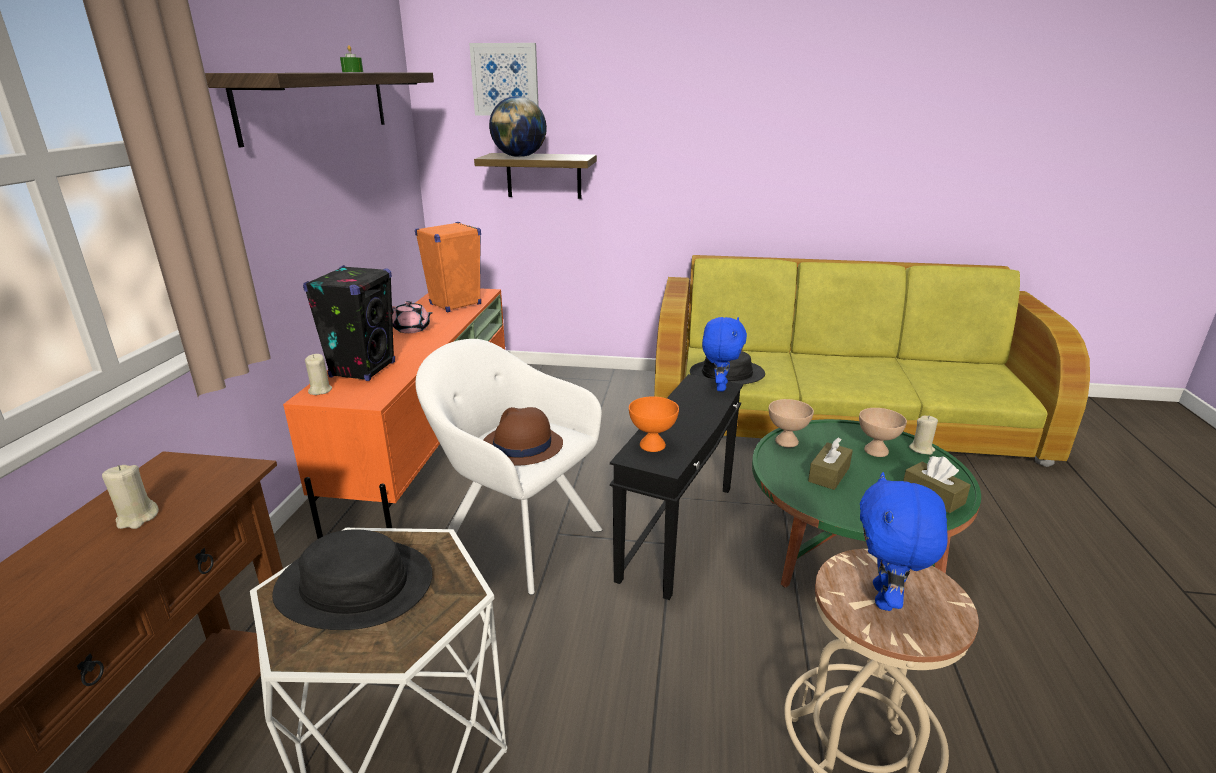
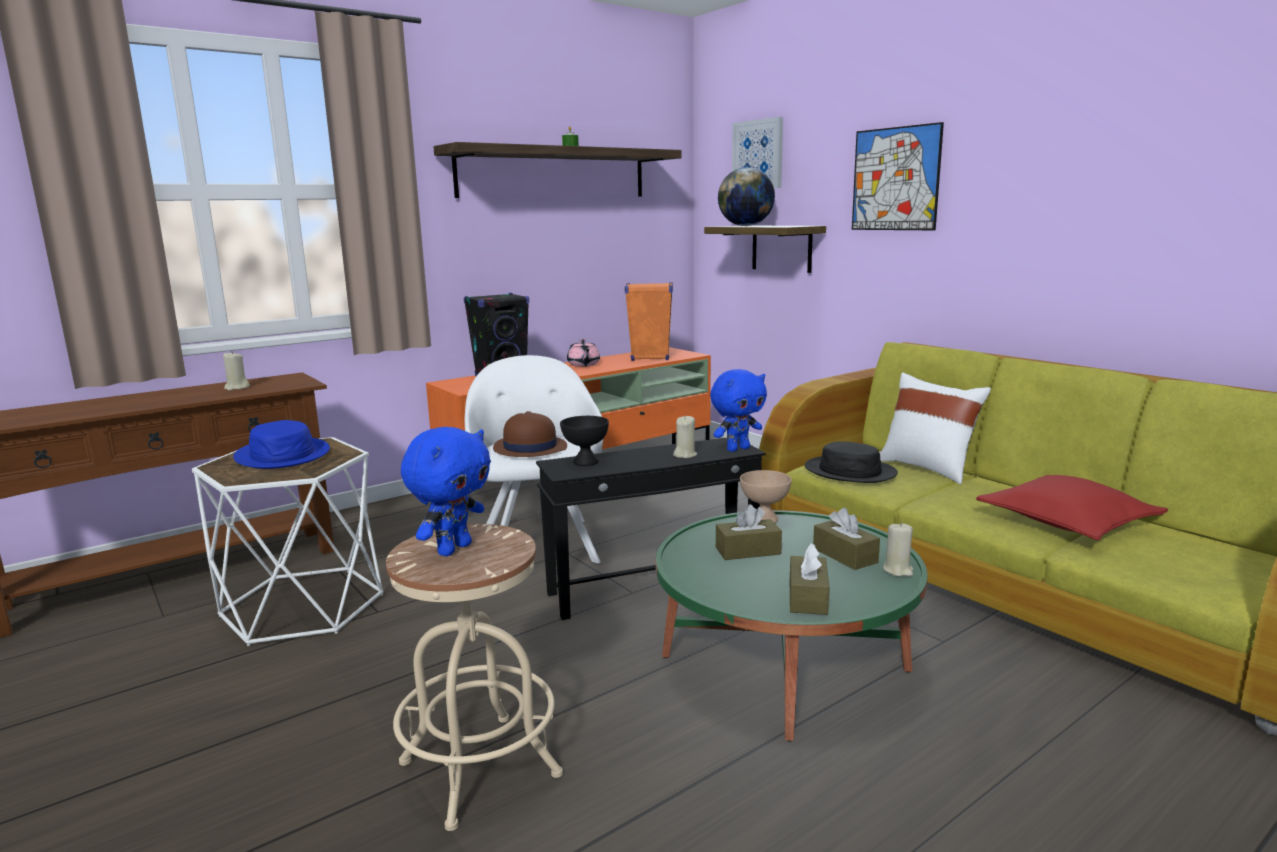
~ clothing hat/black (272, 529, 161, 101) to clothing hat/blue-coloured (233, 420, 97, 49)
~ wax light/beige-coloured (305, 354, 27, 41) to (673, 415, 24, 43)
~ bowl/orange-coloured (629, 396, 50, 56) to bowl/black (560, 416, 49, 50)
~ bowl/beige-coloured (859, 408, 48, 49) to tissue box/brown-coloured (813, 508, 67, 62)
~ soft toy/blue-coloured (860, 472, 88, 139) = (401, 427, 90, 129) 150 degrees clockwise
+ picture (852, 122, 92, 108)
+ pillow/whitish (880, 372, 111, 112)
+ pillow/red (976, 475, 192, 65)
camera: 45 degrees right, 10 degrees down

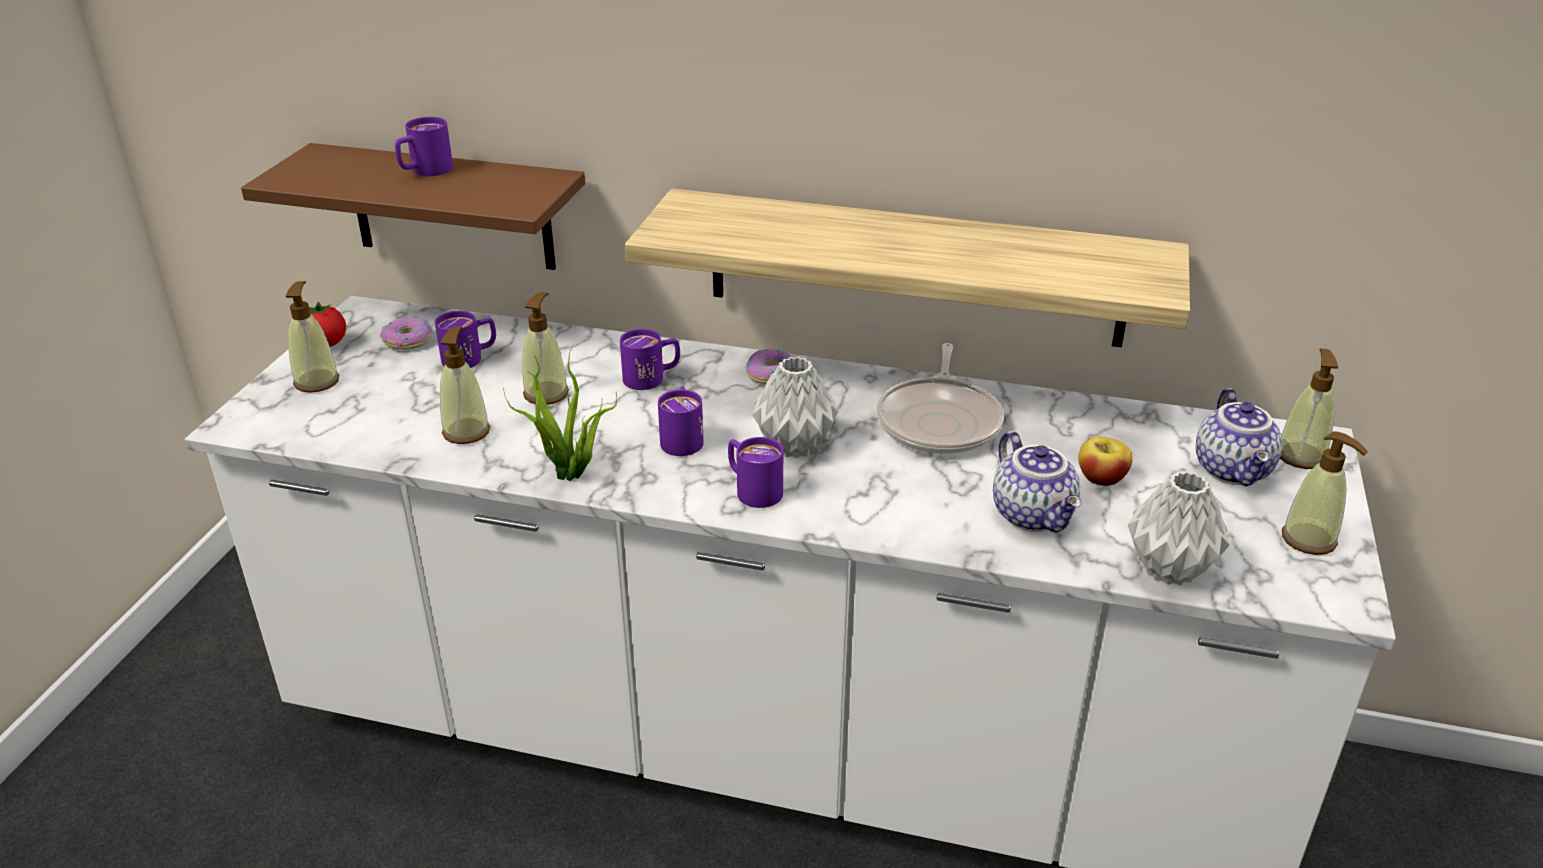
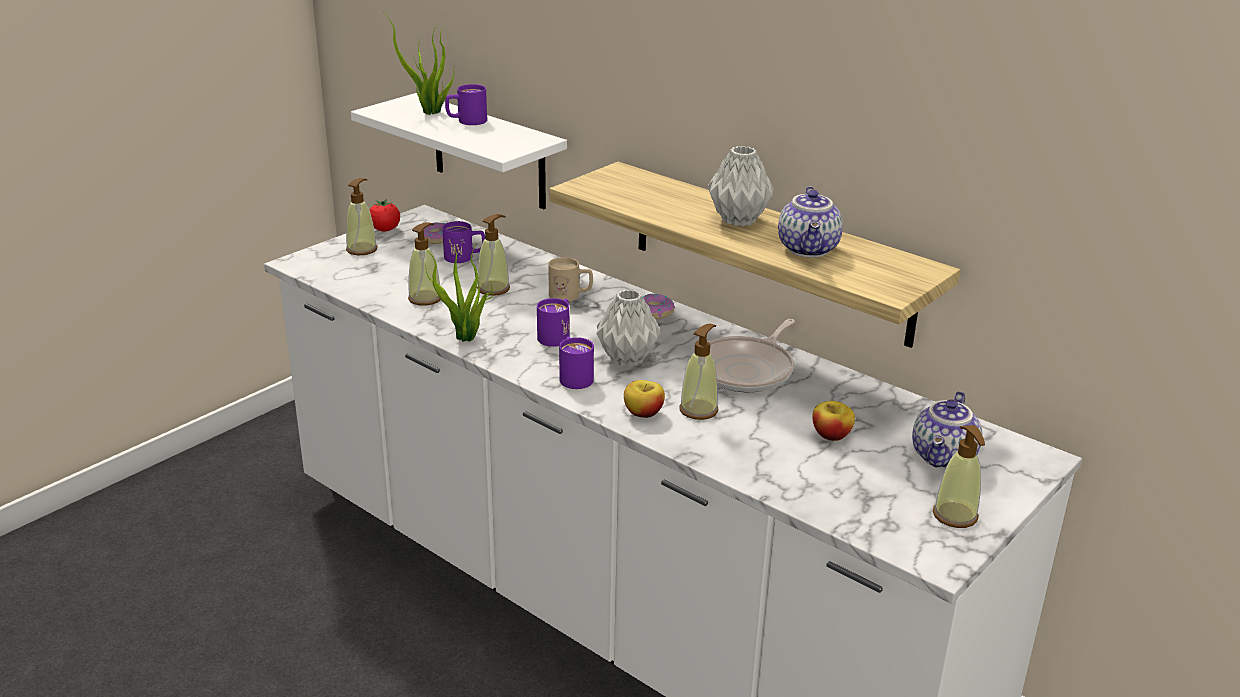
~ bracket shelf/brown-coloured (241, 143, 344, 127) to bracket shelf/whitish (351, 93, 216, 116)
~ mug/purple (620, 329, 60, 61) to mug/beige-coloured (548, 257, 45, 45)
~ tea pot (993, 431, 88, 101) to (778, 186, 65, 71)
~ vase/grey (1128, 471, 101, 114) to (708, 146, 66, 80)
~ soap bottle (1280, 348, 58, 121) to (679, 324, 39, 96)
+ plant in a pot (386, 15, 69, 100)
+ whole apple (624, 380, 41, 38)
camera: 25 degrees right, 5 degrees down

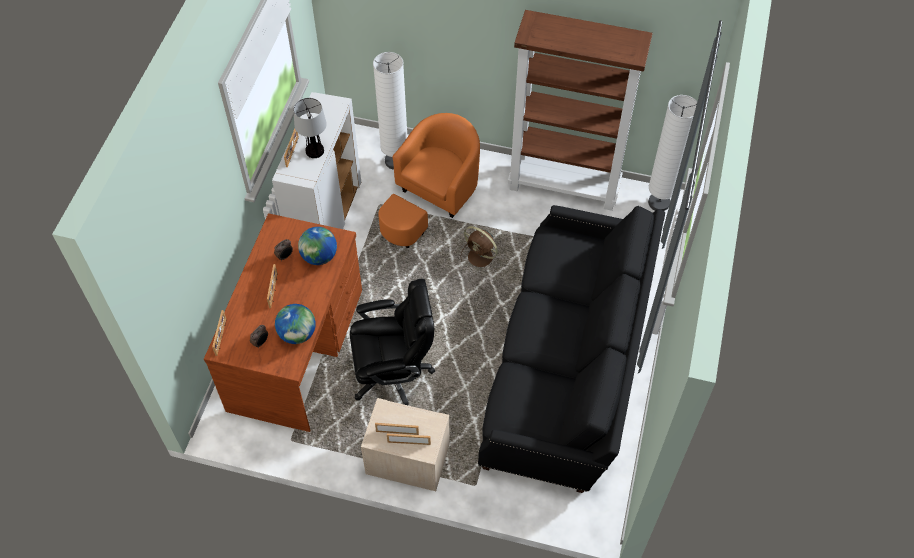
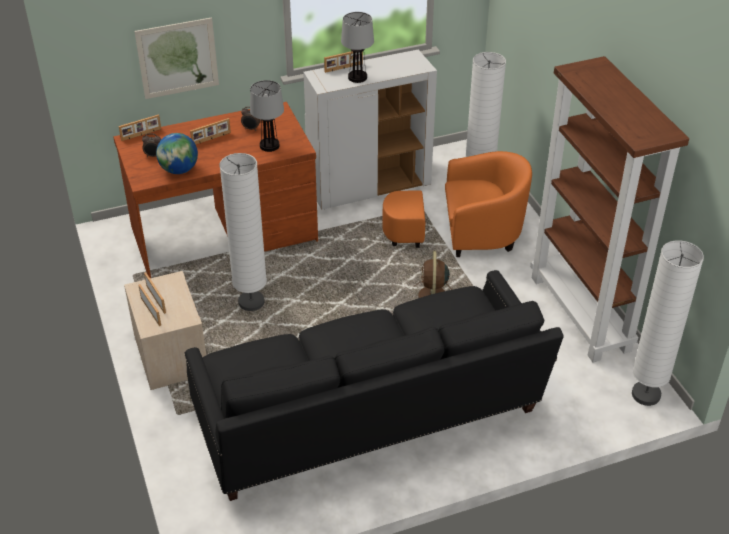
~ desk globe (298, 227, 39, 38) to tabletop lamp (250, 80, 34, 72)
~ computer chair/black (350, 279, 85, 126) to floor lamp/whitish (219, 153, 48, 158)
+ picture (135, 17, 84, 82)
camera: 55 degrees right, 15 degrees down

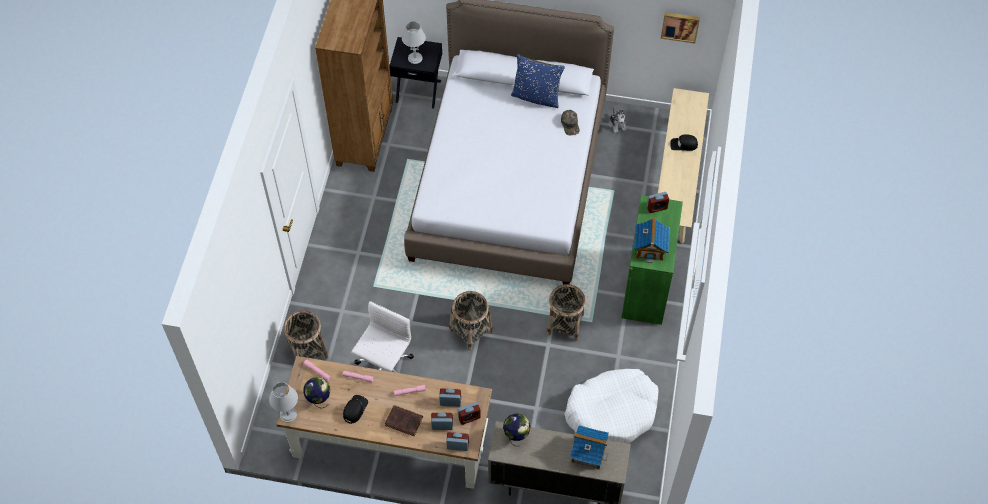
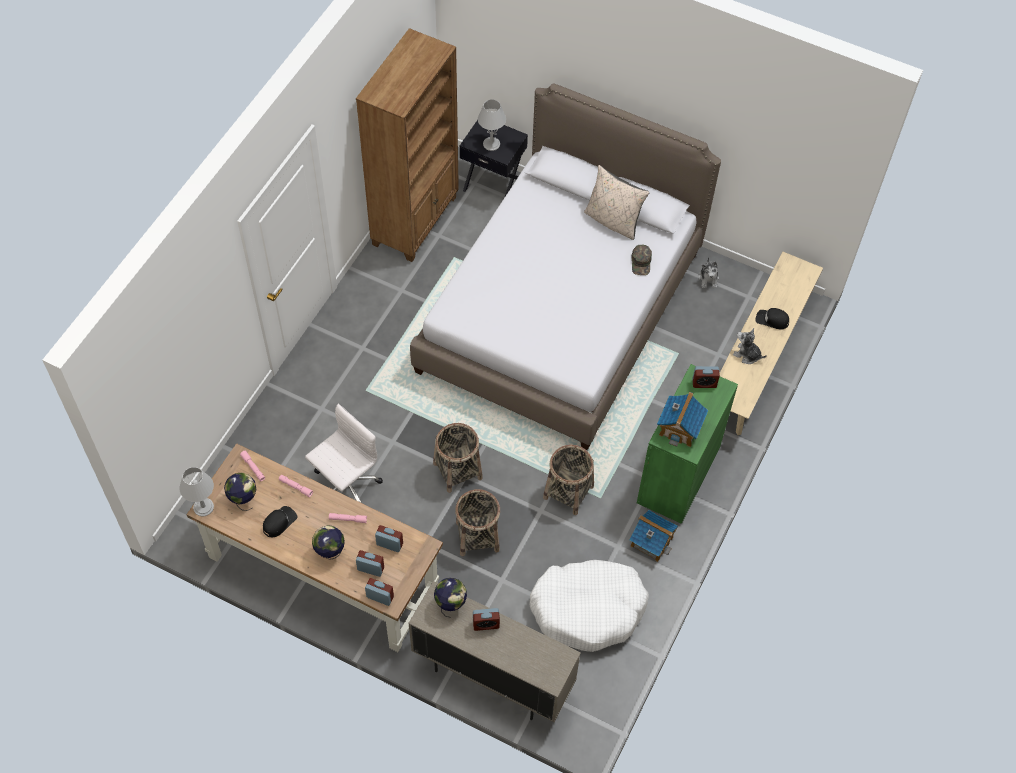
~ storage basket (284, 310, 44, 49) to (455, 489, 45, 67)
~ book/brown-coloured (385, 405, 38, 31) to desk globe (312, 525, 33, 35)
~ table clock (458, 402, 23, 23) to (473, 608, 27, 23)
~ pillow/blue-coloured (511, 54, 54, 54) to pillow/beige-coloured (584, 165, 65, 75)
~ model house (570, 425, 39, 45) to (629, 510, 49, 52)
- picture (661, 12, 39, 32)
+ soft toy (733, 328, 34, 36)
camera: 15 degrees right, 0 degrees up

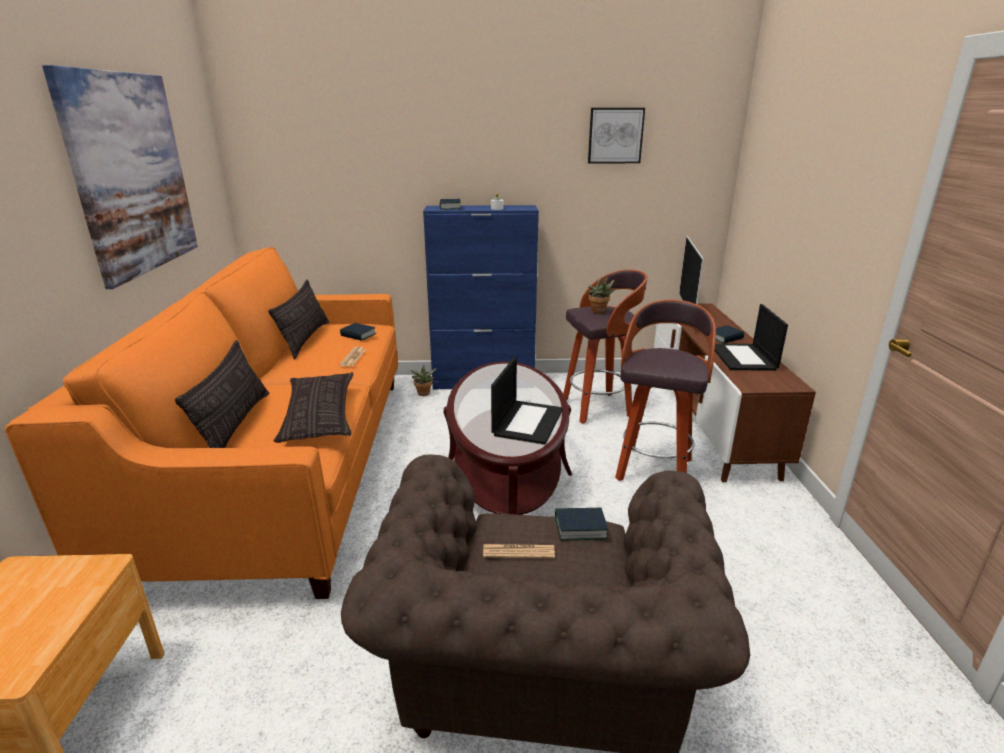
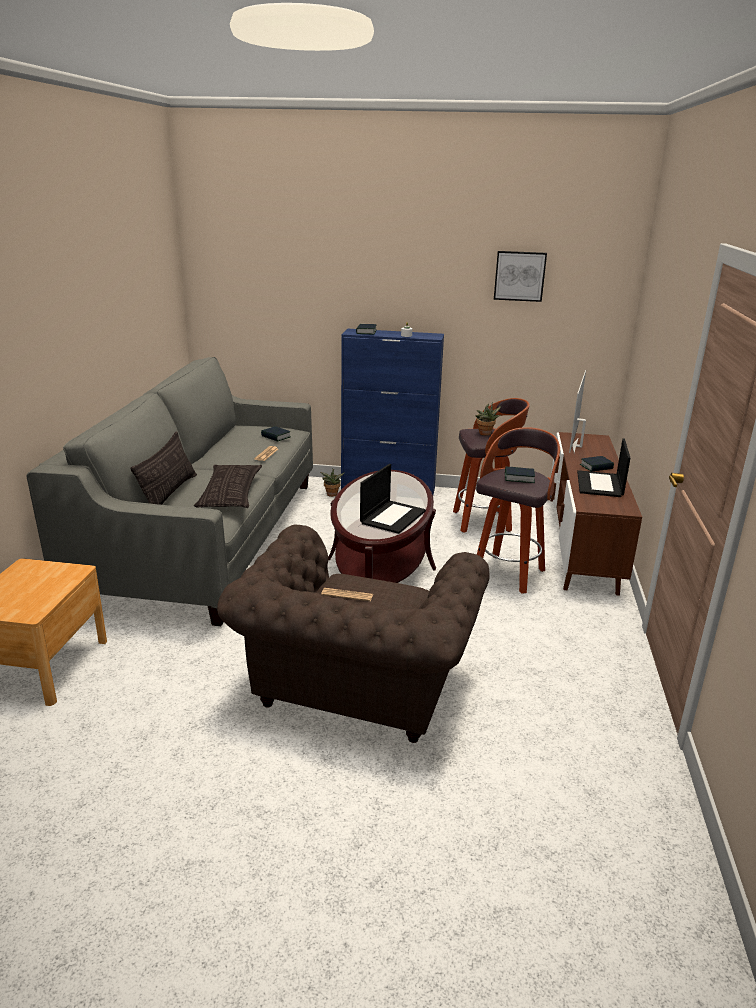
~ couch/orange-coloured (5, 247, 393, 352) to couch/grey (27, 357, 286, 269)
- picture (42, 65, 156, 224)
- pillow (268, 280, 61, 79)
~ book (555, 508, 53, 33) to (505, 467, 30, 16)
camera: 10 degrees right, 0 degrees up

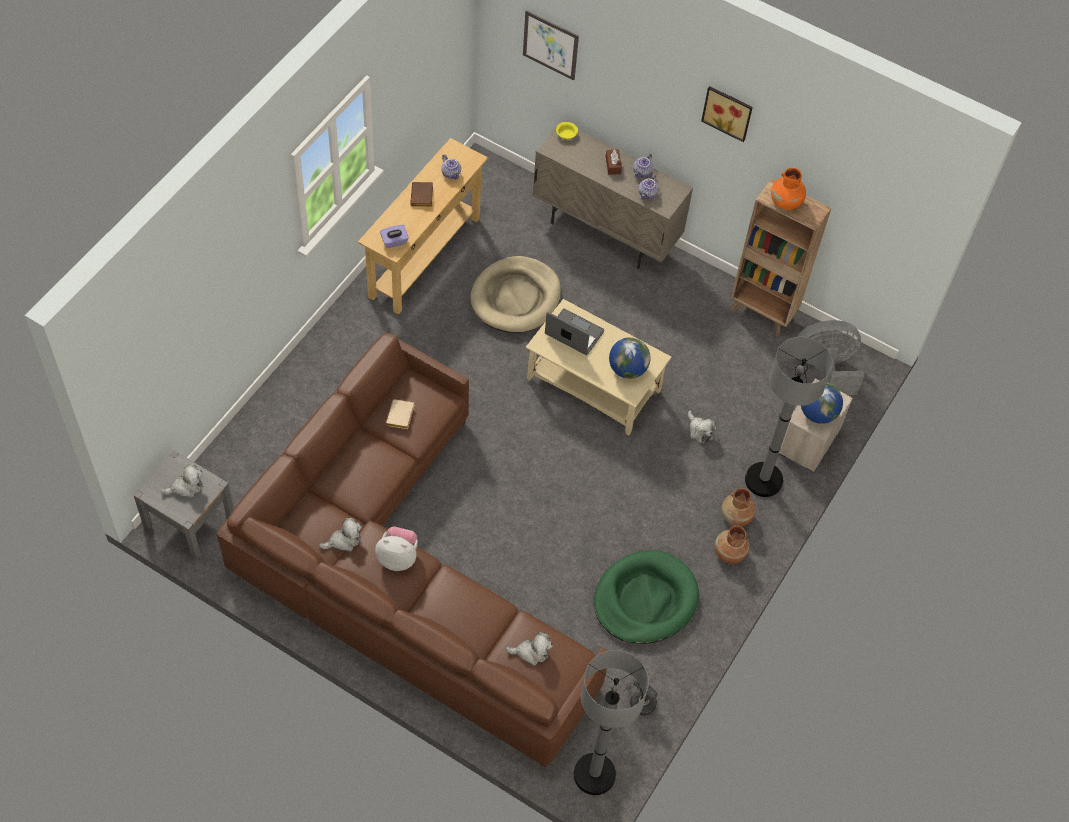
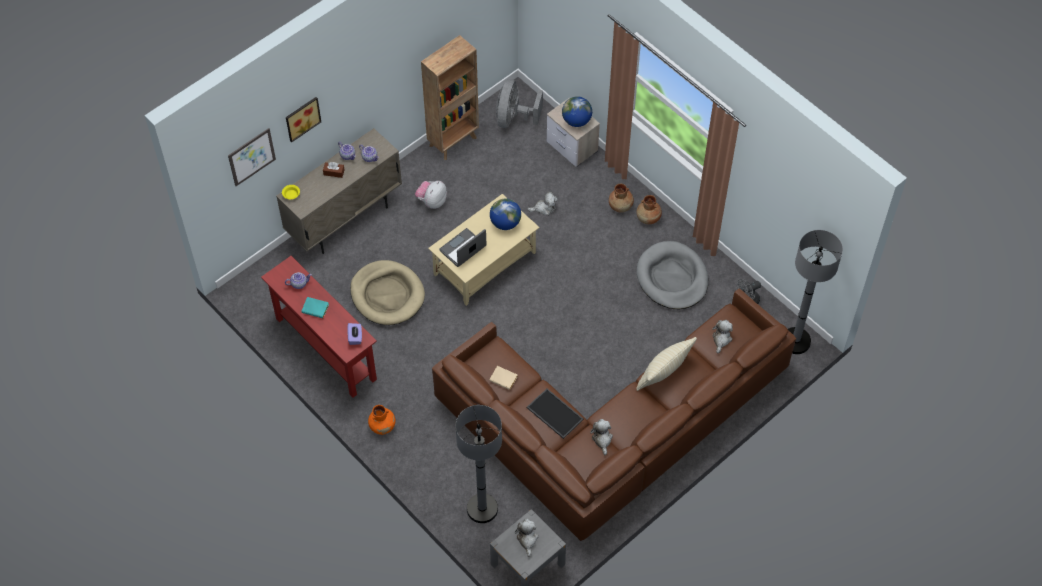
~ hall table/beige-coloured (358, 138, 130, 176) to hall table/red (261, 256, 116, 142)
~ soft toy (375, 526, 43, 45) to (415, 181, 32, 28)
~ book/brown-coloured (410, 182, 23, 24) to book/turquoise-coloured (301, 297, 28, 21)
~ pet bed/greenish (594, 550, 105, 94) to pet bed/grey (636, 241, 72, 68)
~ picture (701, 86, 52, 56) to (286, 97, 35, 45)
~ floor lamp/grey (745, 337, 88, 160) to (456, 405, 46, 118)
~ vase/orange-coloured (771, 168, 35, 42) to (368, 405, 27, 30)
+ serving tray (527, 388, 57, 51)
+ pillow/beige-coloured (636, 337, 61, 54)
camera: 70 degrees left, 0 degrees up

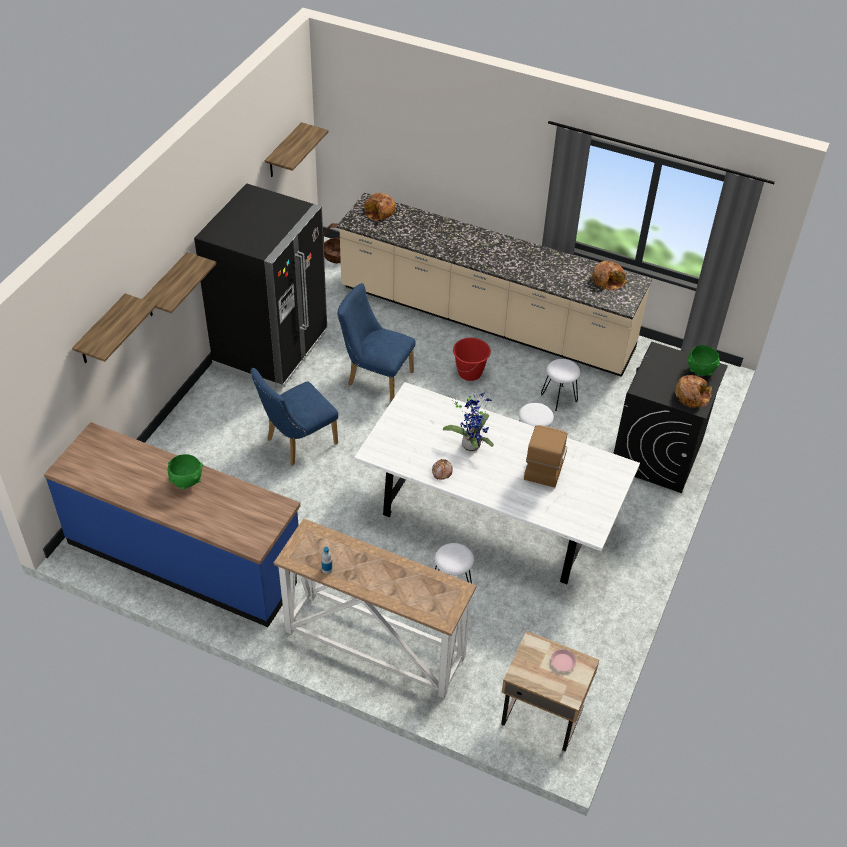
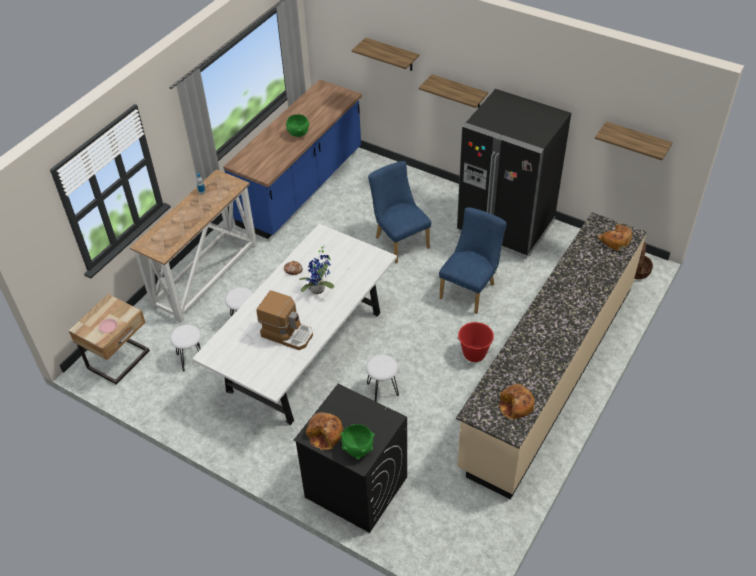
~ stool/whitish (541, 359, 39, 52) to (170, 325, 31, 47)
camera: 100 degrees right, 0 degrees up

